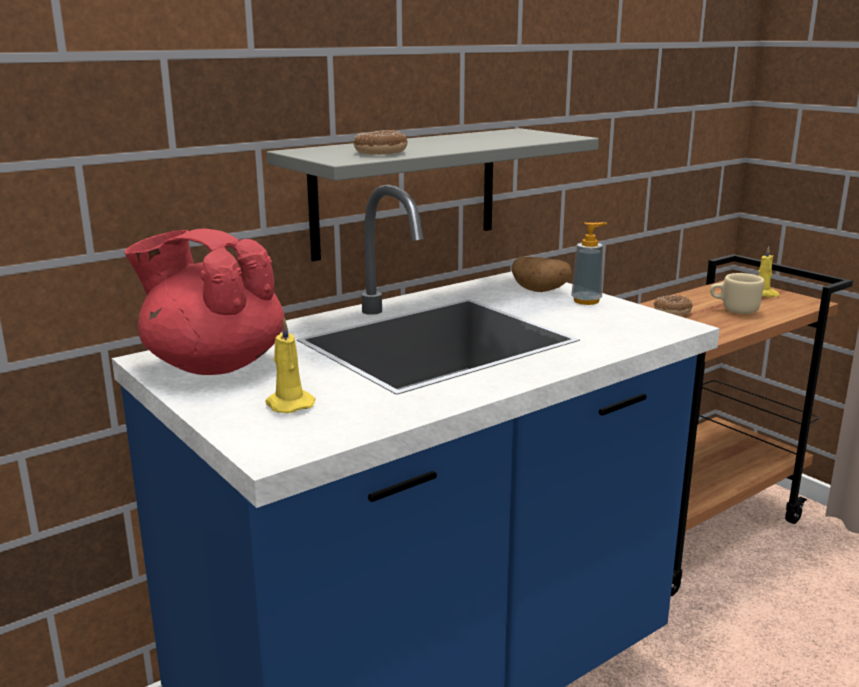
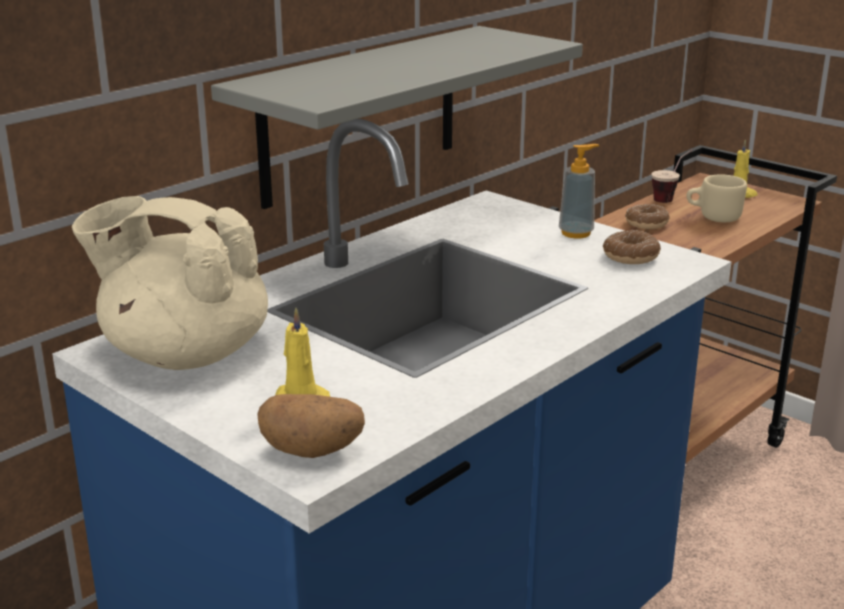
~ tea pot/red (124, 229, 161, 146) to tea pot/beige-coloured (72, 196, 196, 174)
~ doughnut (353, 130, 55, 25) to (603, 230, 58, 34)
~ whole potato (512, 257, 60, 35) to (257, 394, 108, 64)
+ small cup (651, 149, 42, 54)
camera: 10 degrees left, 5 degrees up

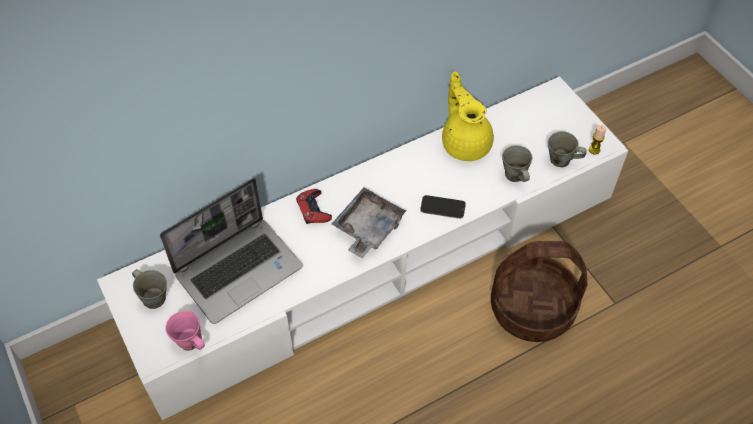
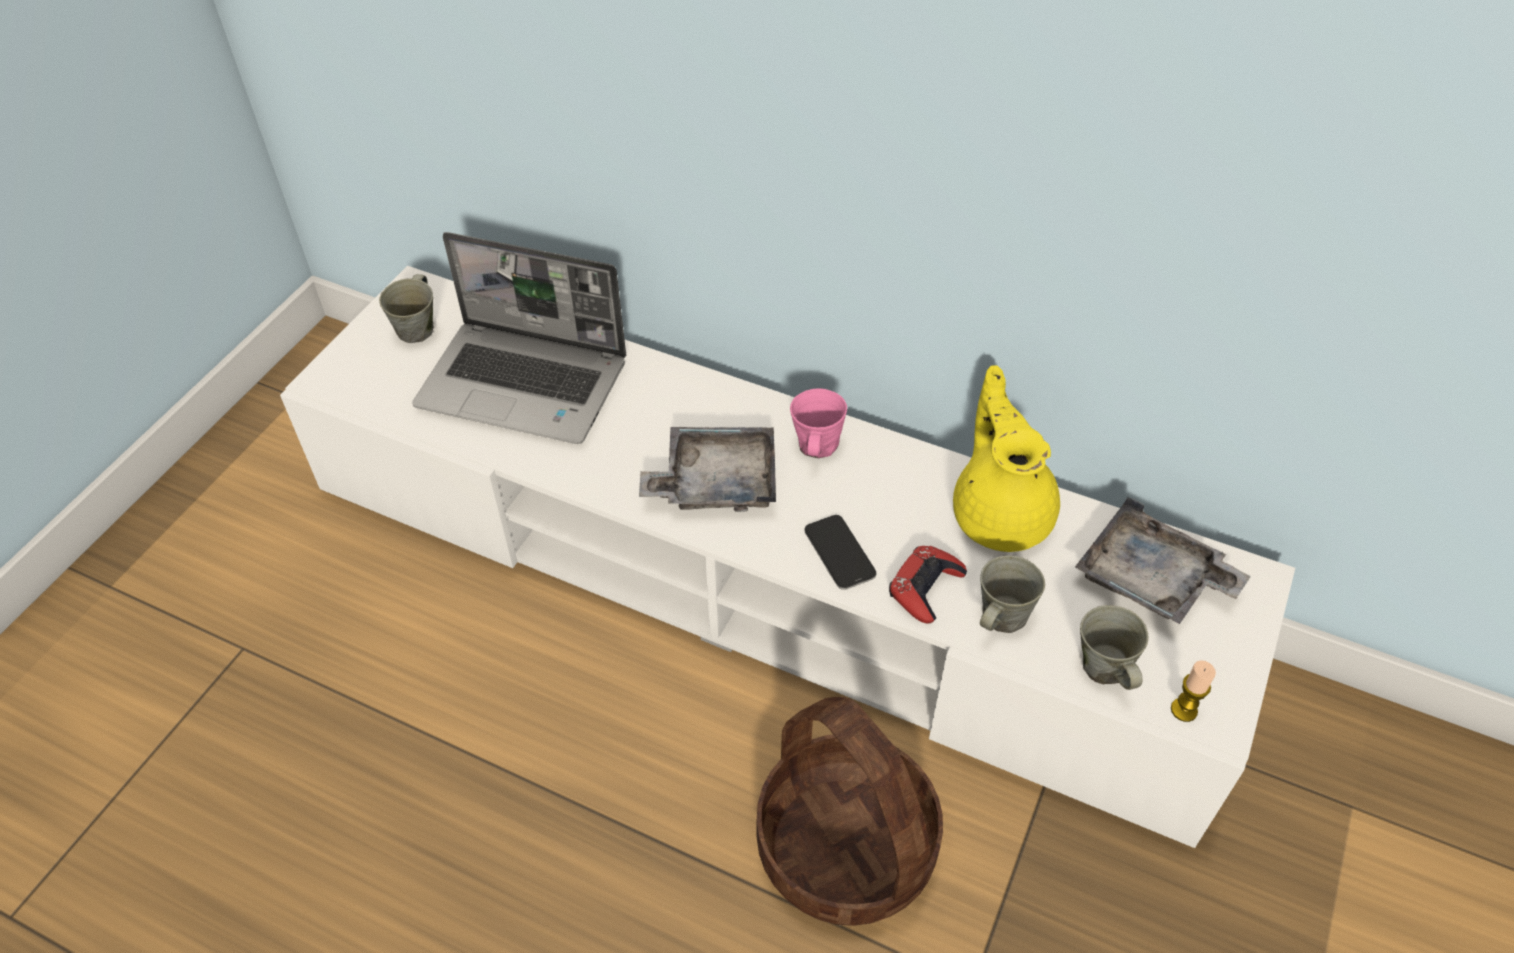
~ mug/pinkish (165, 311, 40, 40) to (790, 389, 57, 69)
~ joypad/red (296, 189, 36, 35) to (889, 546, 78, 78)
~ tea pot/yellowish (442, 72, 52, 89) = (953, 365, 107, 187) 45 degrees counterclockwise
+ serving tray/grey (1075, 497, 176, 127)
camera: 55 degrees right, 5 degrees down

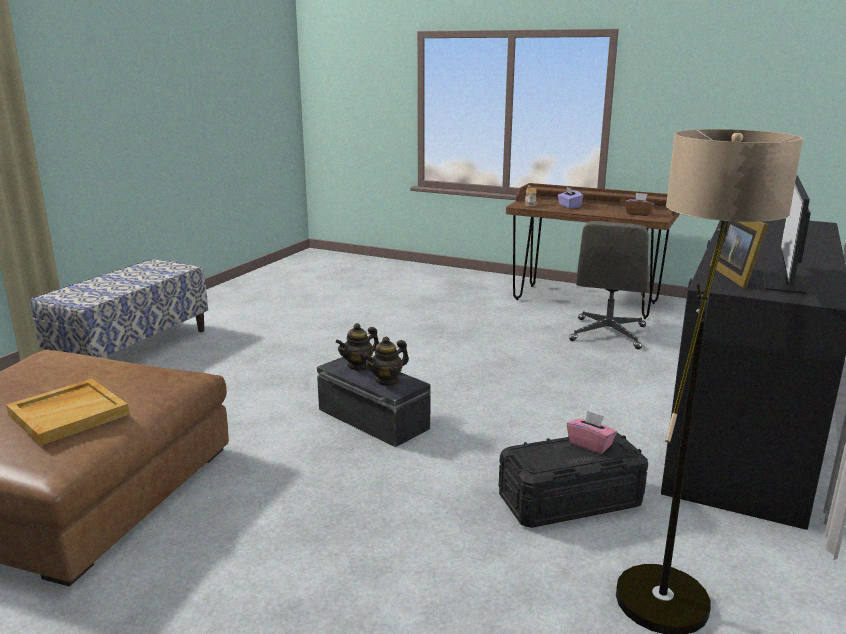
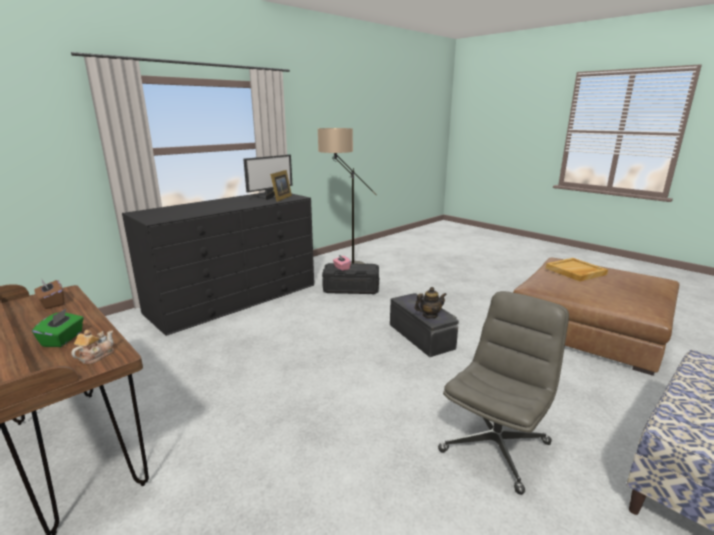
- tea pot (363, 336, 46, 51)
~ tissue box/purple (558, 186, 25, 22) to tissue box/greenish (32, 309, 52, 38)
~ computer chair/grey (569, 221, 81, 128) to (438, 291, 131, 204)
camera: 160 degrees left, 0 degrees up

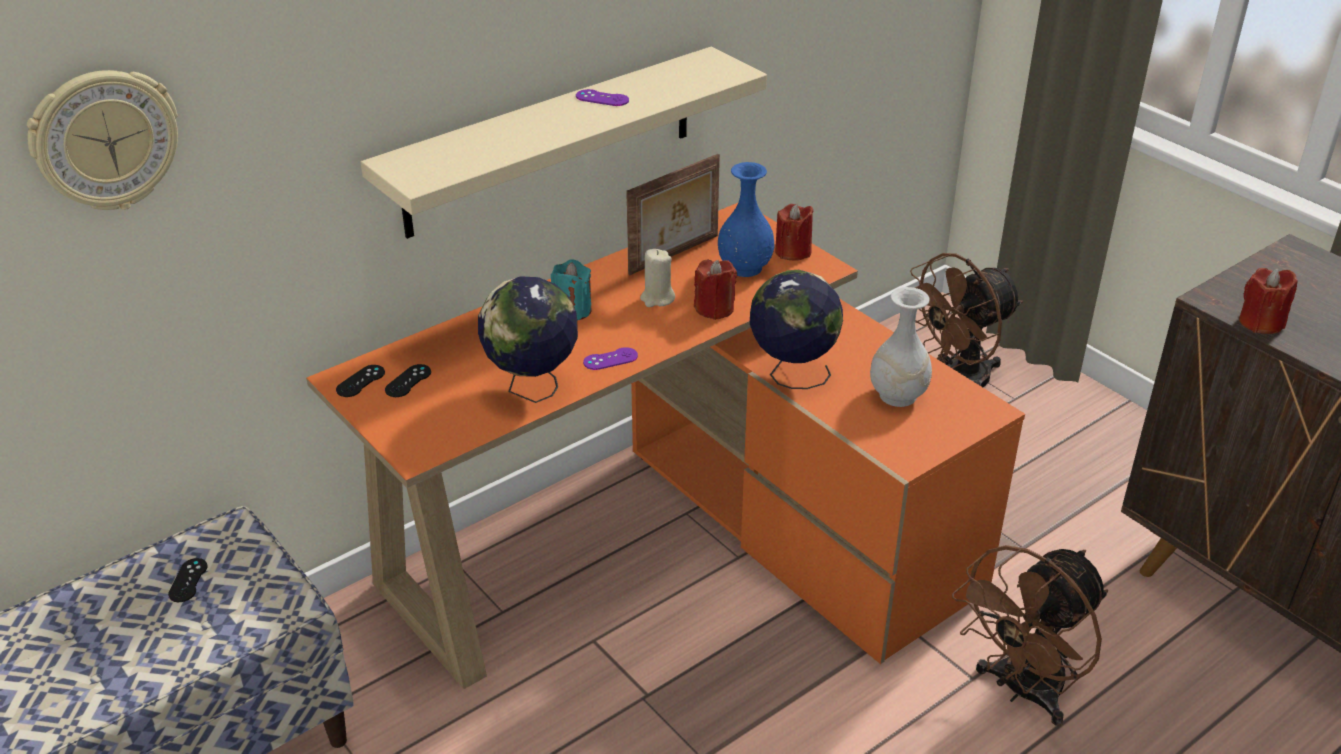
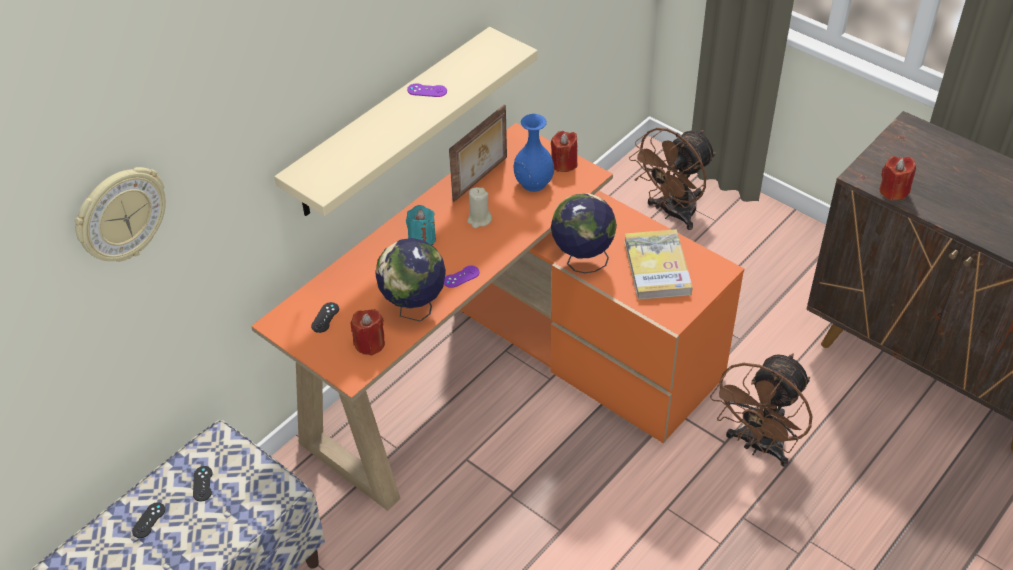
~ joypad/black (336, 365, 49, 32) to (132, 502, 33, 36)
~ wax light/red (694, 260, 43, 60) to (351, 309, 34, 47)
~ vase/whitish (870, 287, 62, 120) to book (624, 229, 69, 71)
camera: 10 degrees left, 10 degrees up

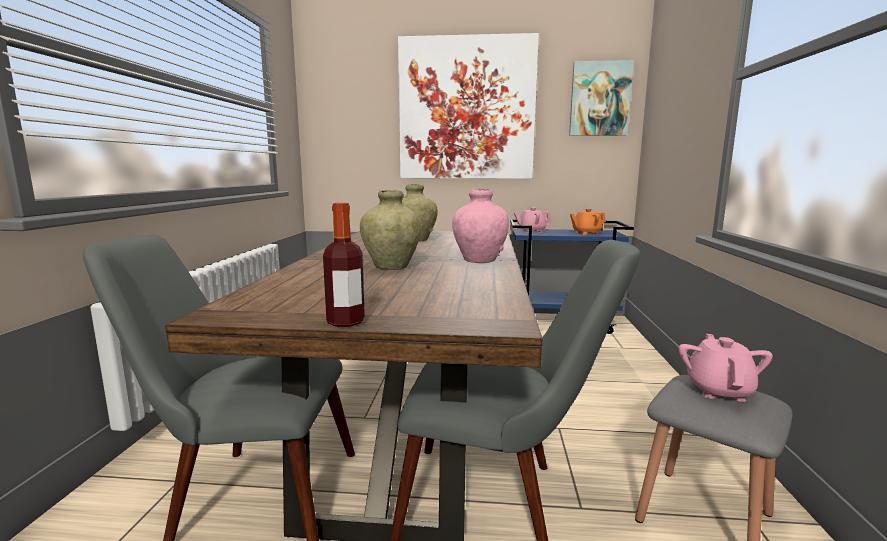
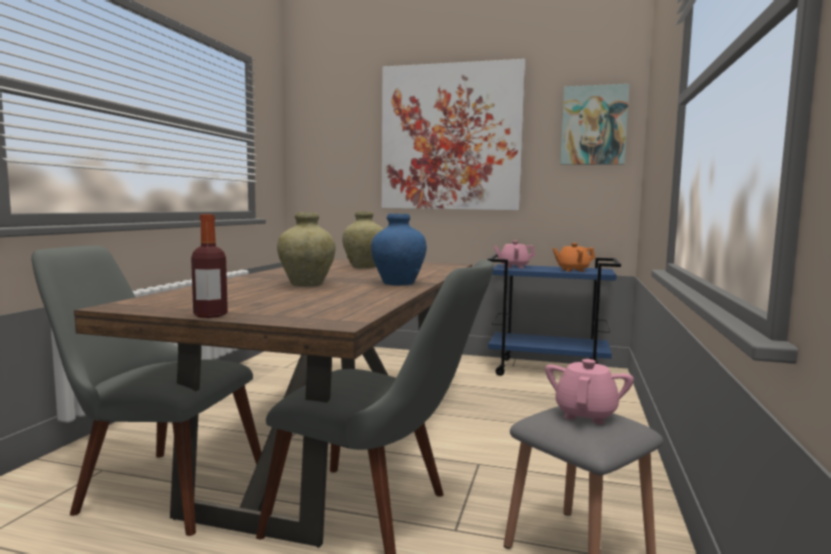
~ vase/pinkish (452, 189, 57, 74) to vase/blue-coloured (371, 213, 56, 73)
camera: 10 degrees right, 5 degrees down

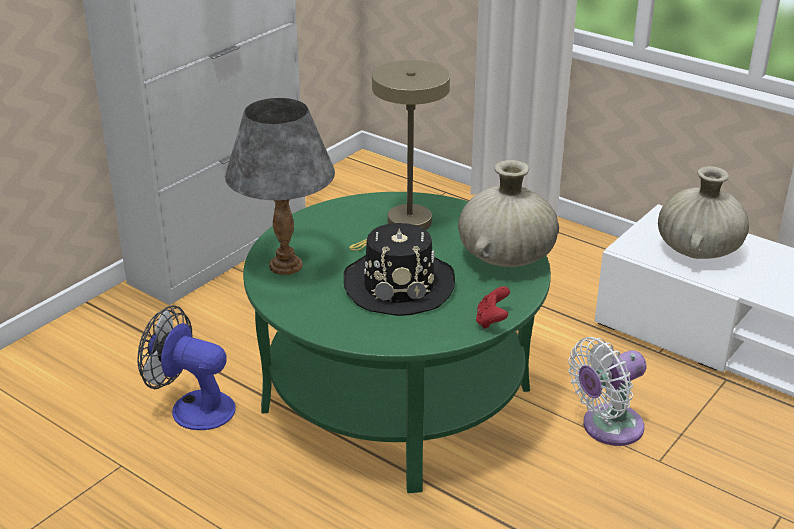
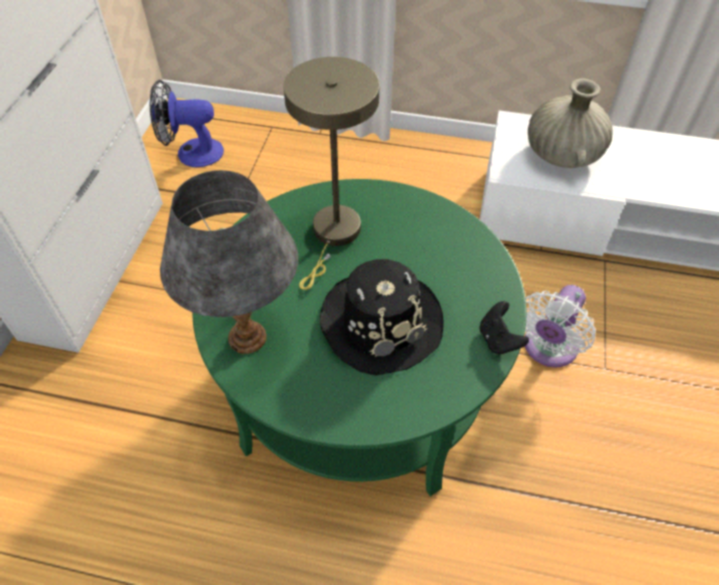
~ cooling fan (137, 305, 99, 125) to (150, 80, 74, 87)
- vase/beige-coloured (458, 160, 101, 107)
~ joypad/red (476, 286, 34, 43) to joypad/black (480, 301, 49, 54)
camera: 25 degrees left, 20 degrees up

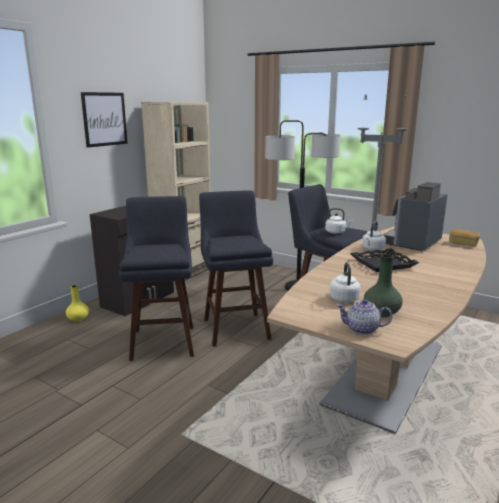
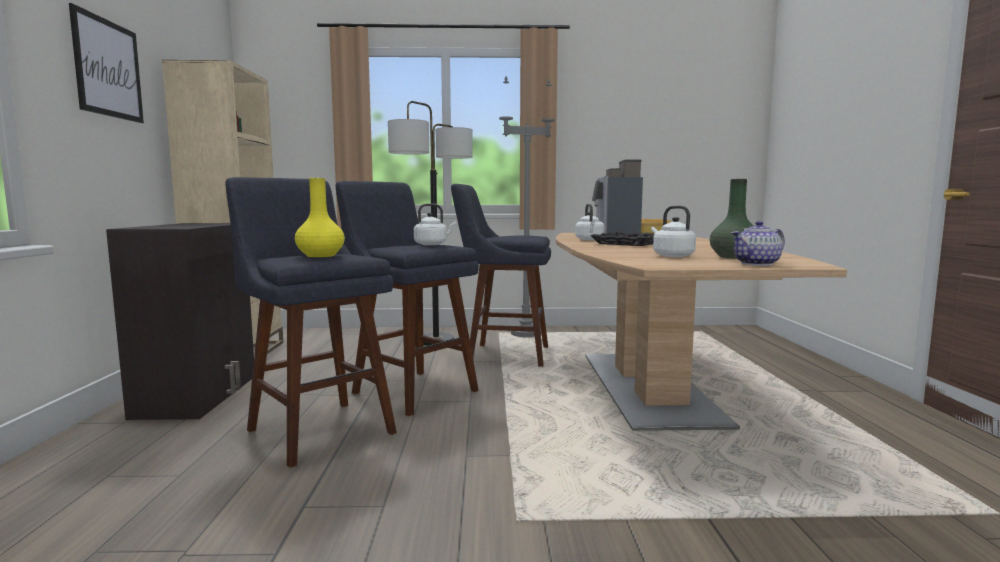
~ vase/yellowish (66, 285, 23, 37) to (295, 178, 50, 79)
~ kettle/whitish (325, 208, 27, 26) to (414, 203, 42, 42)
camera: 35 degrees left, 10 degrees down

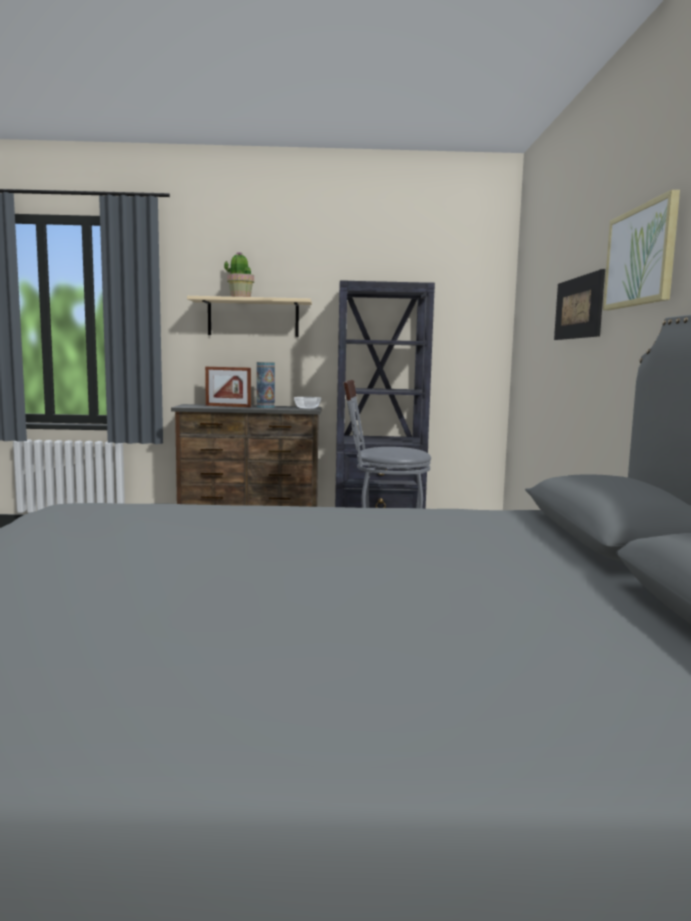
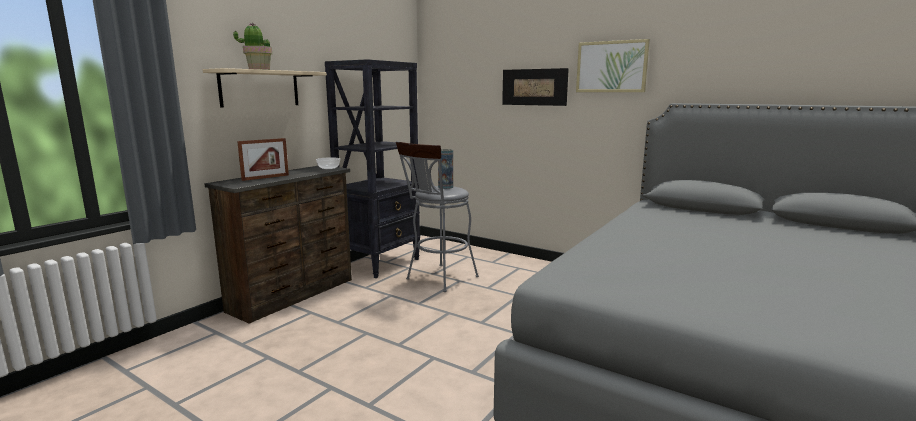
~ vase (257, 362, 18, 46) to (438, 149, 15, 40)
camera: 55 degrees left, 5 degrees up

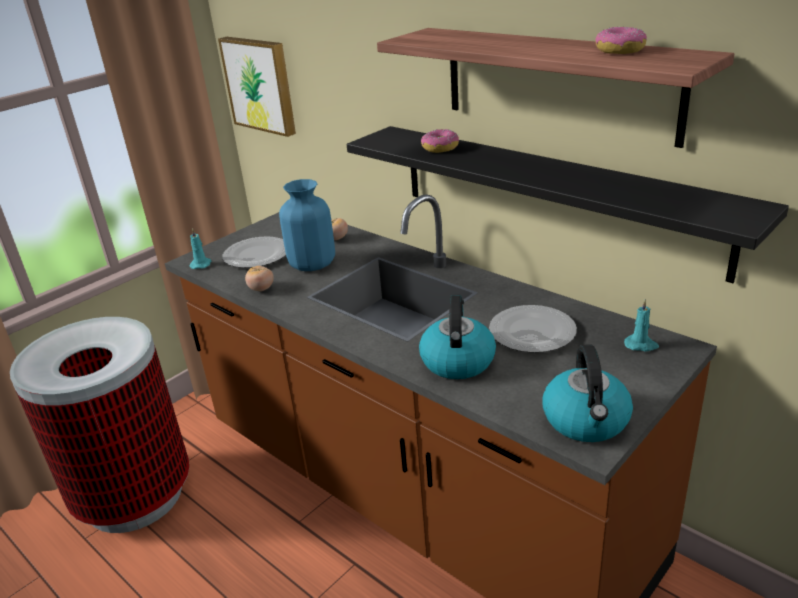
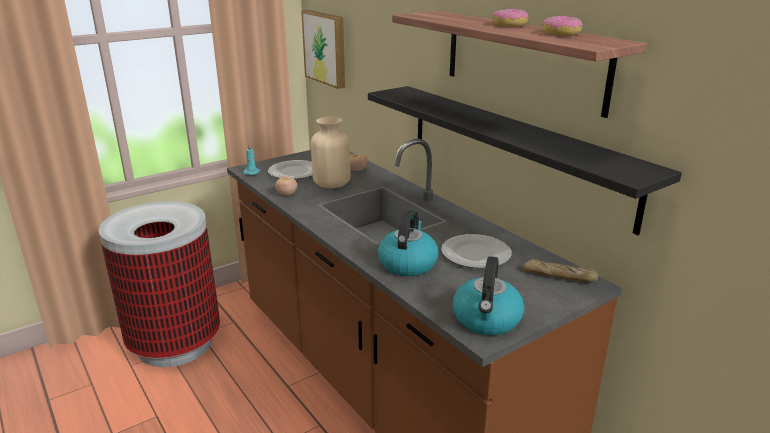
~ vase/blue-coloured (279, 179, 56, 92) to vase/beige-coloured (311, 117, 39, 71)
~ doughnut (421, 129, 38, 24) to (493, 9, 36, 18)
~ wax light/turquoise-coloured (624, 299, 35, 52) to bread (523, 259, 75, 23)
camera: 10 degrees right, 5 degrees down

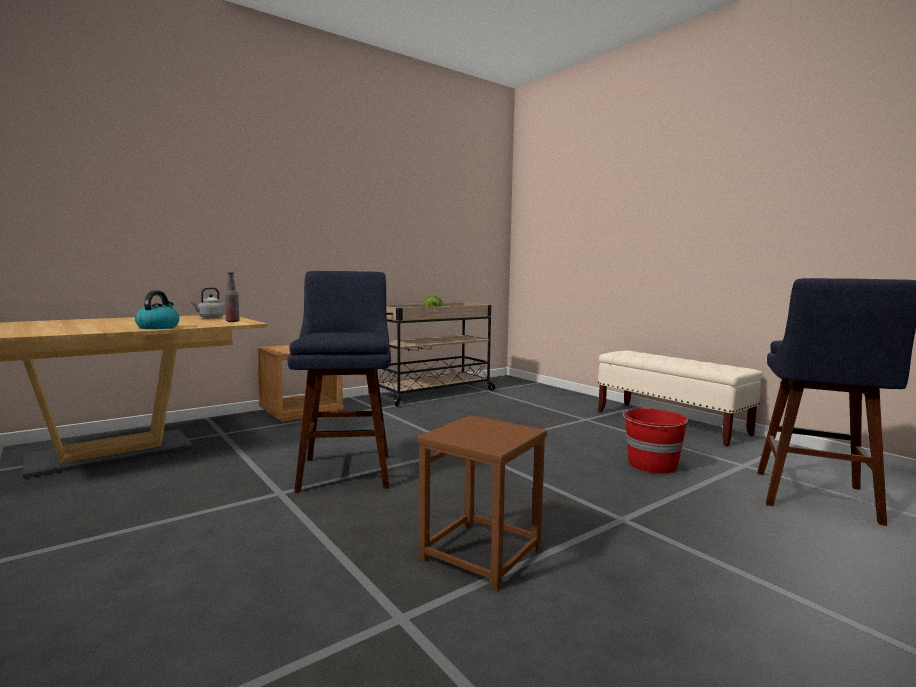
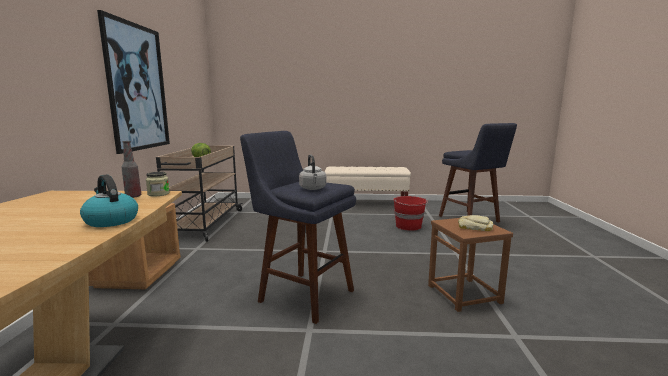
~ kettle/grey (191, 287, 34, 32) to (299, 154, 28, 36)
+ picture (97, 10, 73, 144)
+ storage jar (146, 172, 24, 24)
+ bread (458, 215, 35, 16)
camera: 50 degrees left, 5 degrees up

